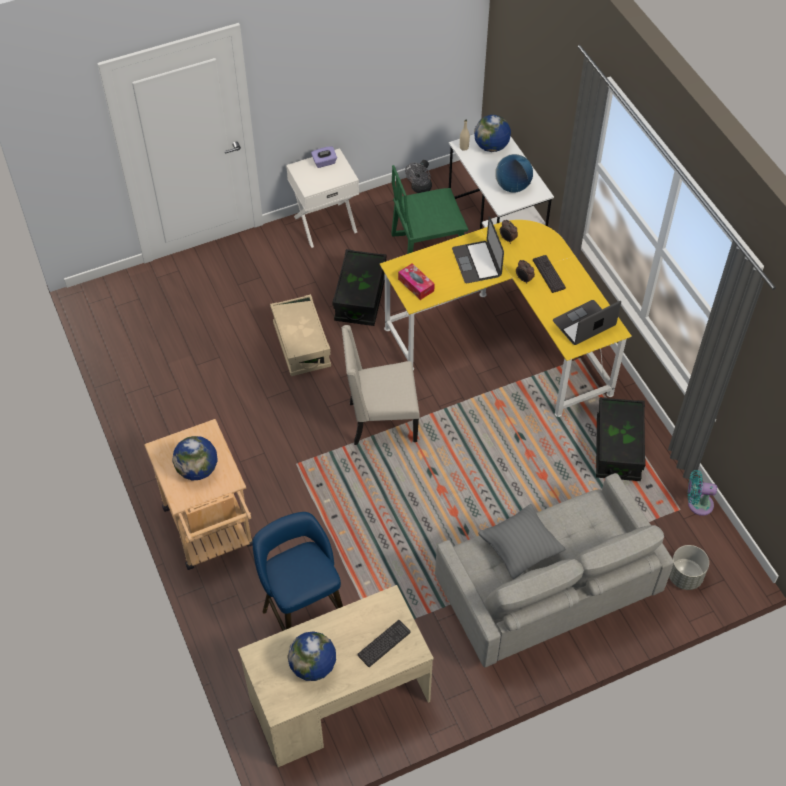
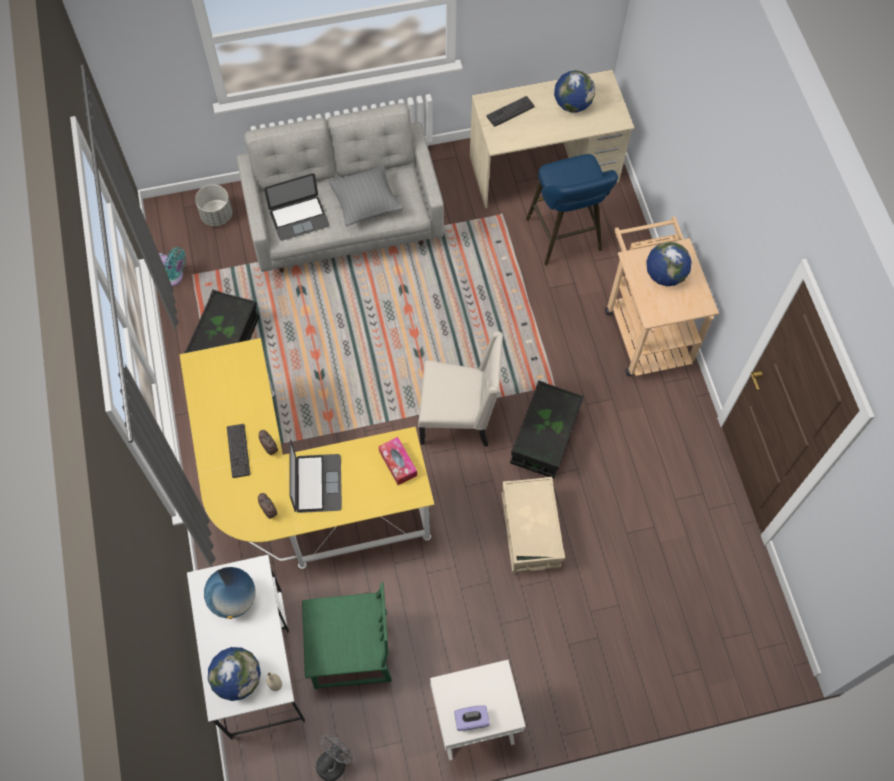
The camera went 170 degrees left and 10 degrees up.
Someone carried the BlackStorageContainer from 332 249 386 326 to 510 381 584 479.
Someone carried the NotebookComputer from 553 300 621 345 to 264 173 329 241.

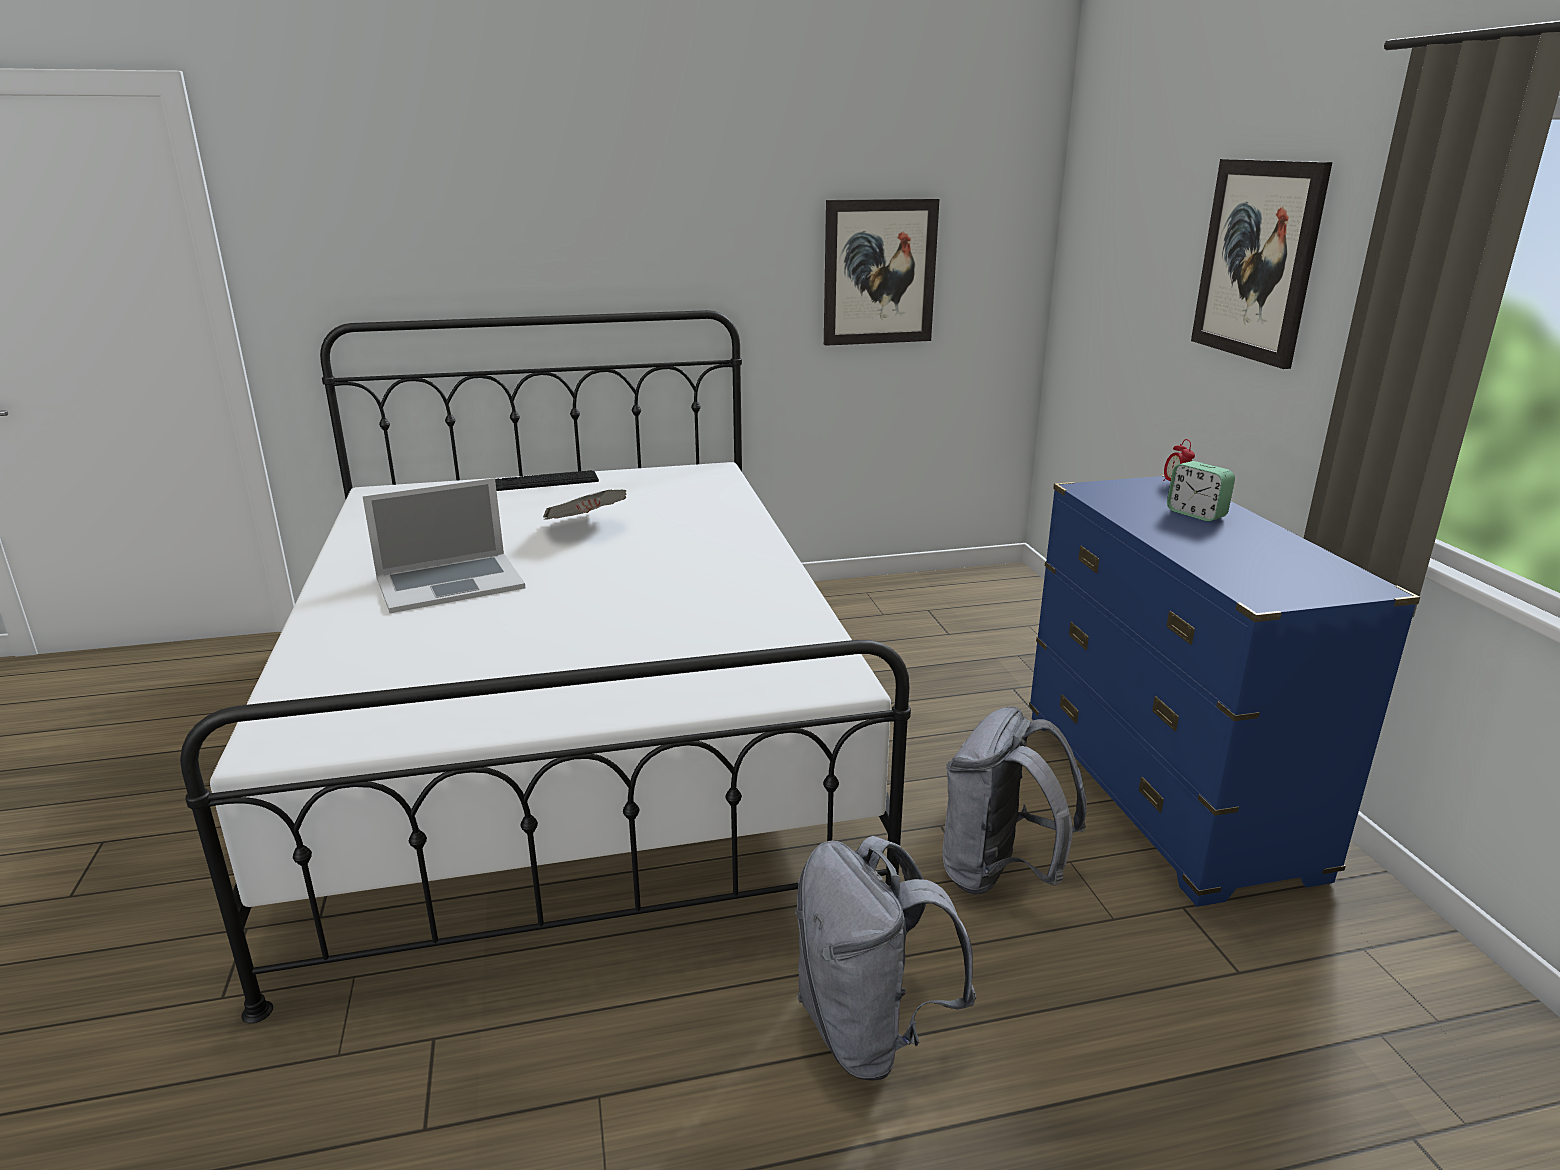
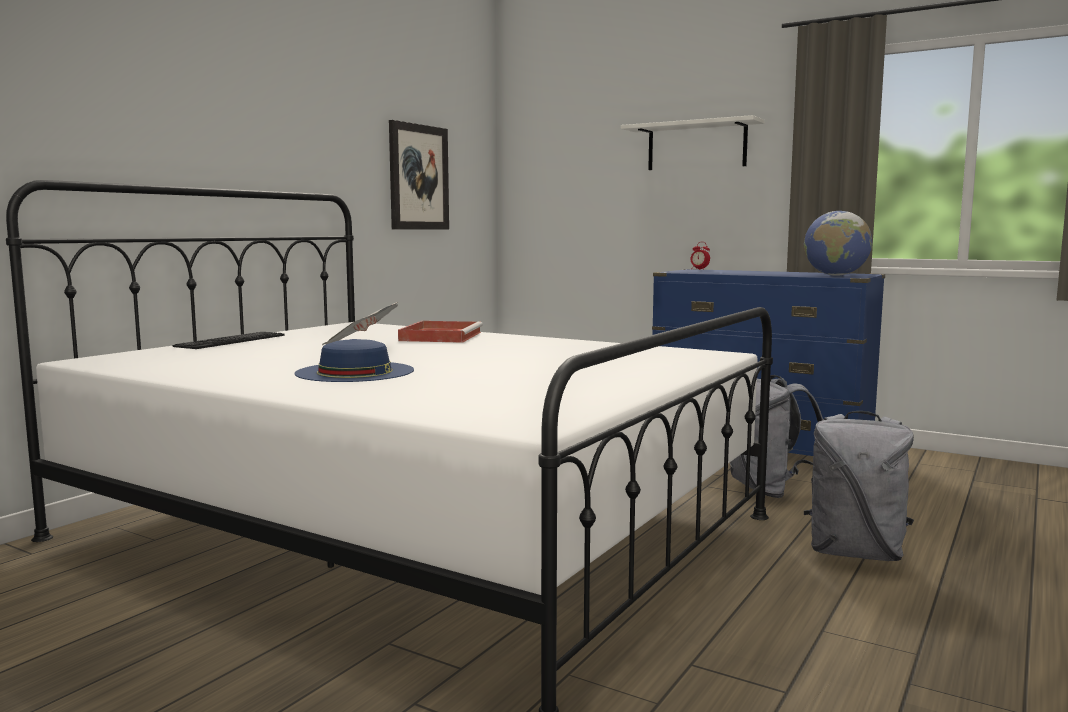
The camera went 45 degrees left and 15 degrees down.
Someone swapped the NotebookComputer at 362 478 525 613 for the BlueColouredHat at 294 339 414 382.
Someone took away the TableClock at 1167 461 1235 521.
Someone swapped the WallArt at 1191 159 1333 369 for the WhiteShelf at 620 115 765 170.
Someone put down the RedColouredServingTray at 398 321 483 343.
Someone put down the DeskGlobe at 804 211 873 276.

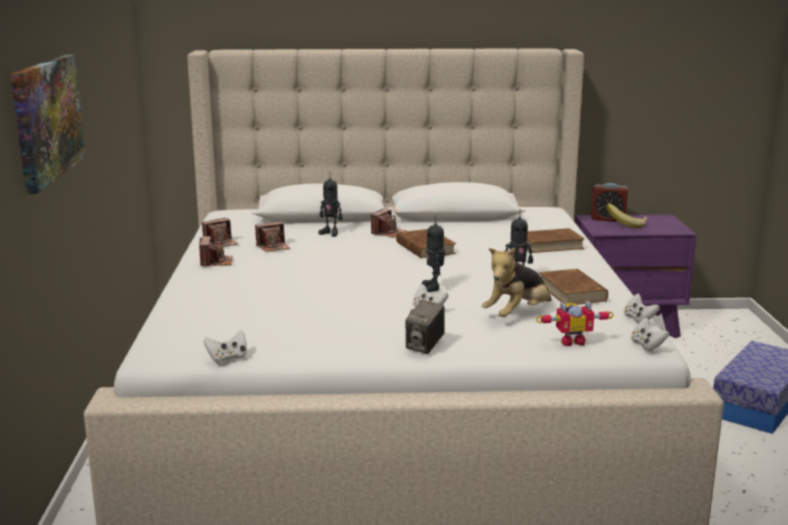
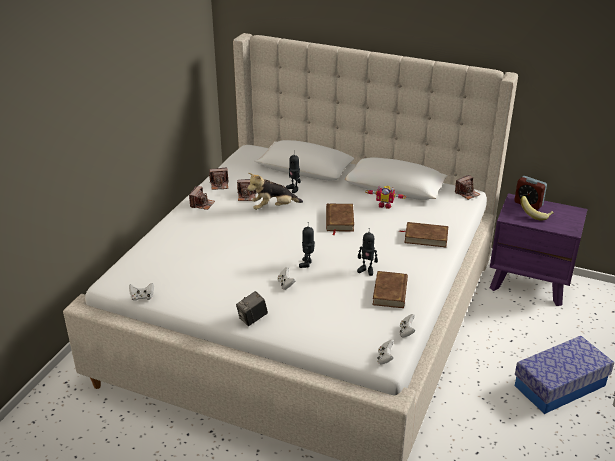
The camera went 25 degrees right and 15 degrees up.
Someone took away the WallArt at 11 54 86 194.
Someone carried the StillCamera from 371 209 407 237 to 455 175 481 200.
Someone carried the PlushToy from 482 247 551 317 to 247 173 303 210.
Someone carried the RobotFigure from 536 301 614 346 to 366 185 406 209.

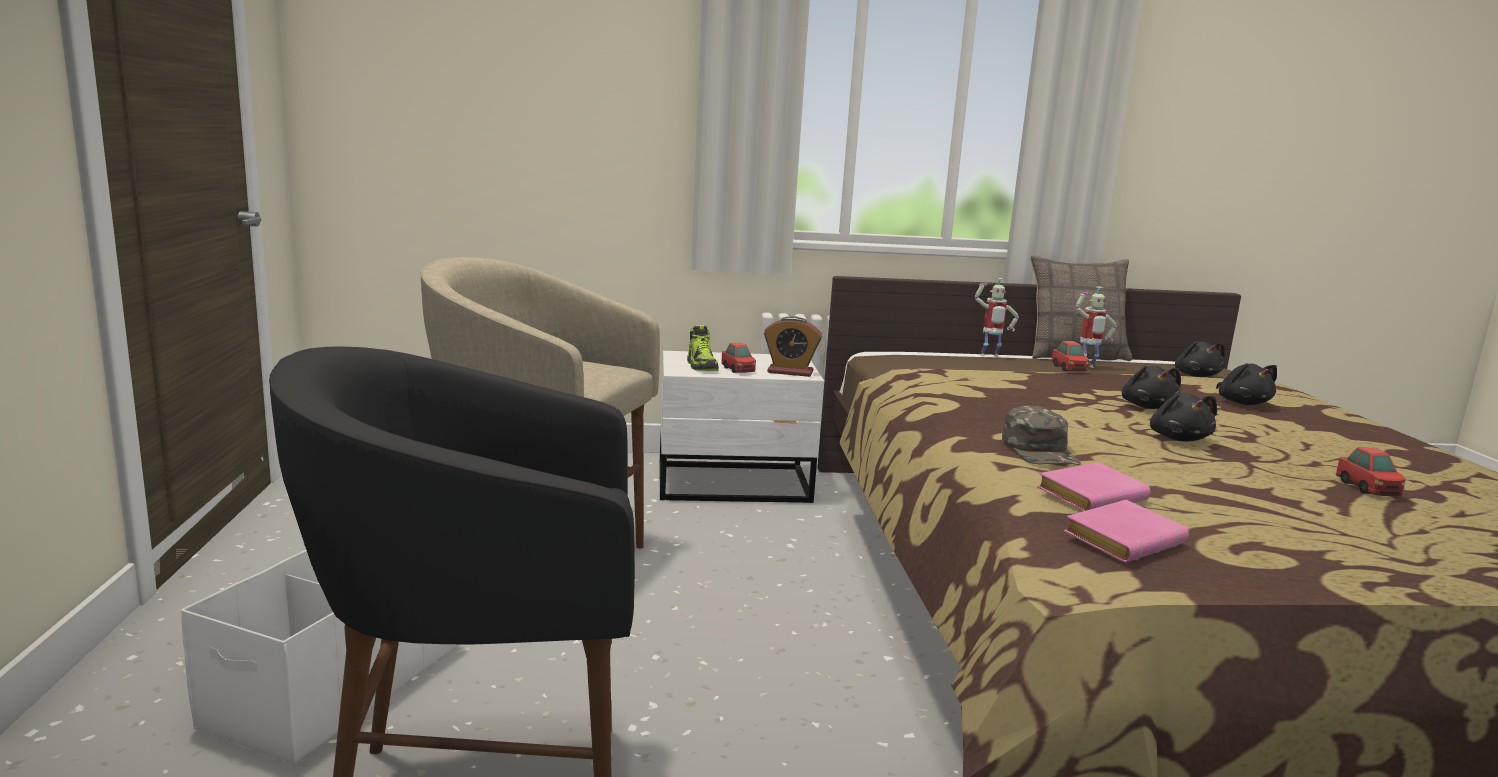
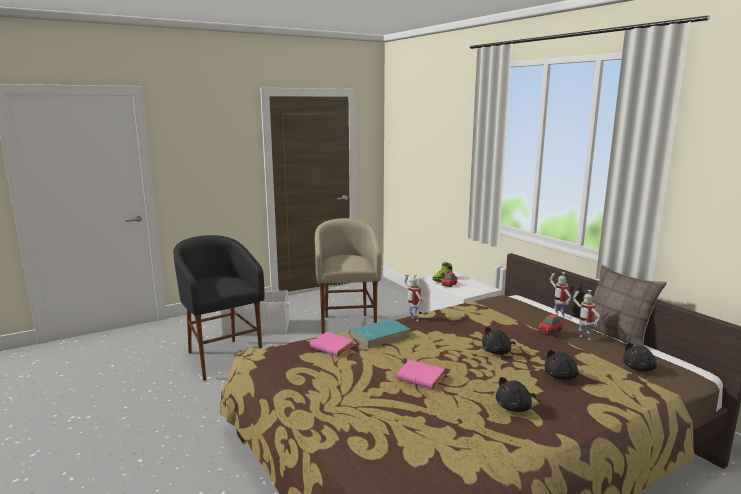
The camera went 65 degrees right and 0 degrees up.
Someone took away the TableClock at 764 316 822 377.
Someone swapped the GreenishCap at 1002 405 1081 465 for the TurquoiseVolume at 349 319 411 349.
Someone carried the PinkishVolume from 1064 500 1189 563 to 396 360 445 389.
Someone carried the BlackPlushToy from 1150 393 1217 442 to 496 377 536 412.
Someone took away the ToyCar at 1336 447 1406 496.
Someone put down the RobotFigure at 404 274 422 321.

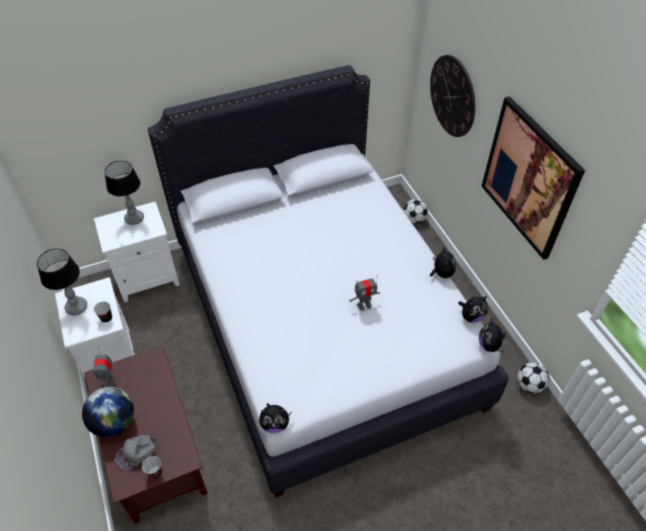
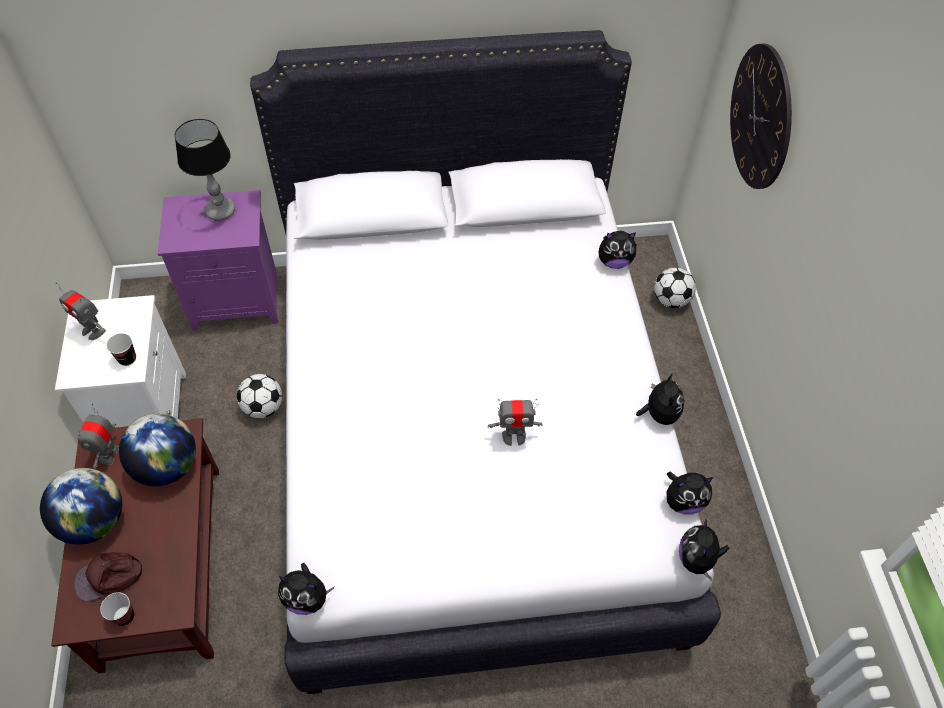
The camera went 15 degrees right and 5 degrees up.
Someone swapped the LampForATable at 37 248 87 315 for the RobotFigure at 56 282 106 340.
Someone repainted the WhiteNightstand at 94 201 180 302, which became the PurpleNightstand at 158 190 279 331.
Someone repainted the GrayCap at 115 435 157 471, which became the BrownishCap at 74 552 142 602.
Someone took away the WallArt at 482 96 585 260.
Someone carried the FootballBall from 517 362 549 393 to 237 374 282 418.
Someone put down the DeskGlobe at 119 413 196 486.
Someone put down the PlushToy at 599 231 637 269.

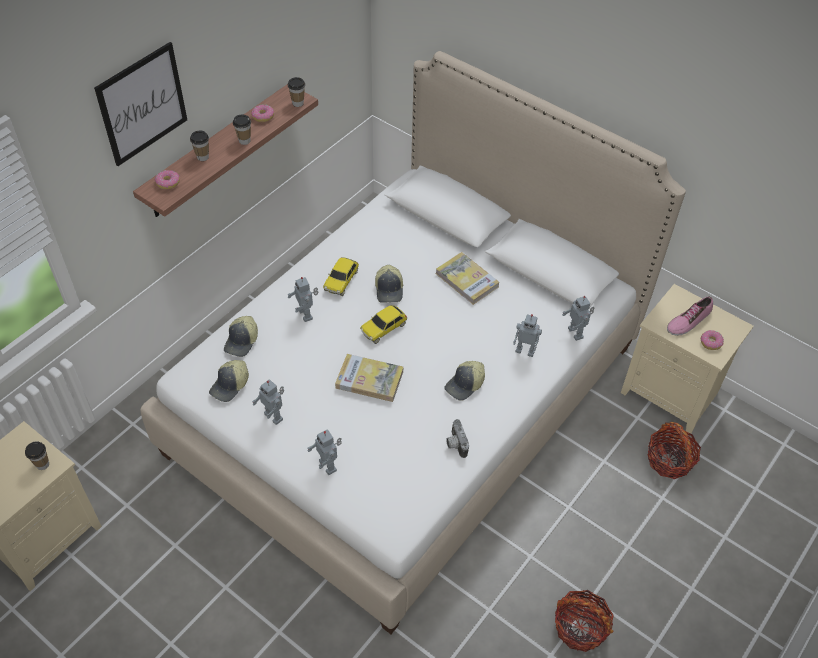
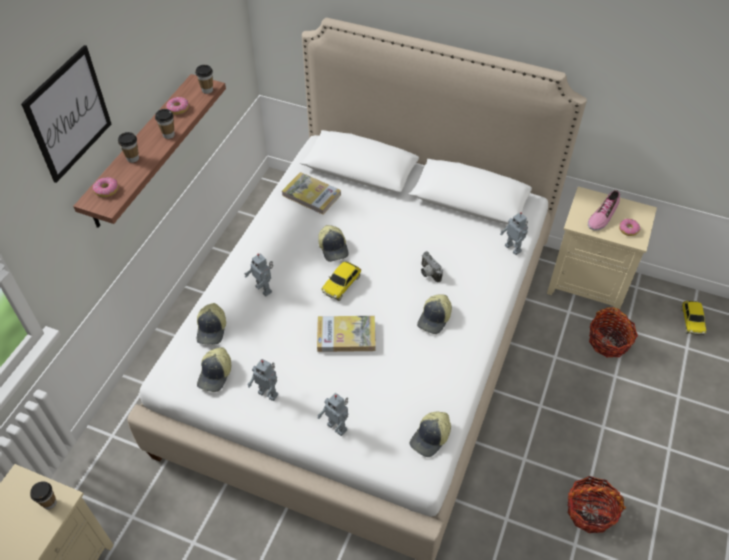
The camera went 15 degrees left and 0 degrees up.
Someone carried the ToyCar from 323 257 359 296 to 681 301 706 335.
Someone carried the Volume from 436 252 499 305 to 282 172 341 215.
Someone carried the StillCamera from 446 419 469 458 to 421 251 443 282.
Someone took away the RobotFigure at 513 314 542 357.
Someone put down the Cap at 410 412 451 457.

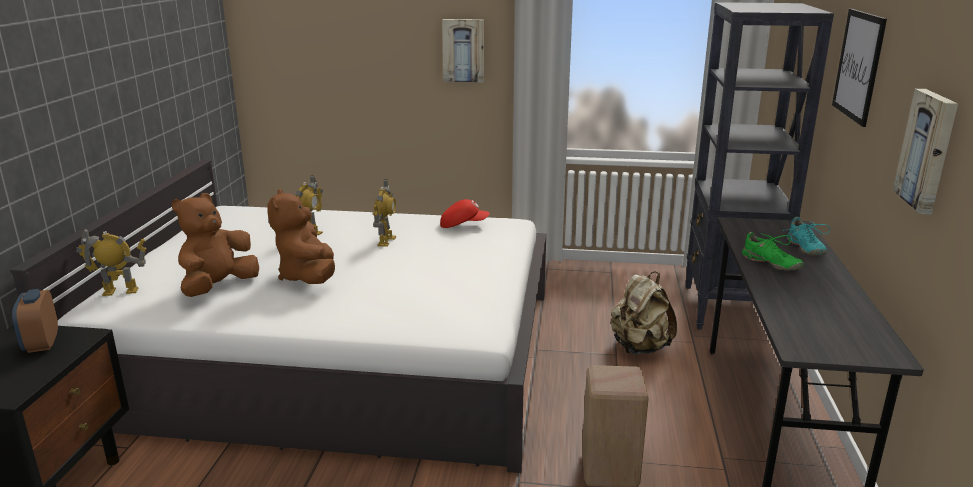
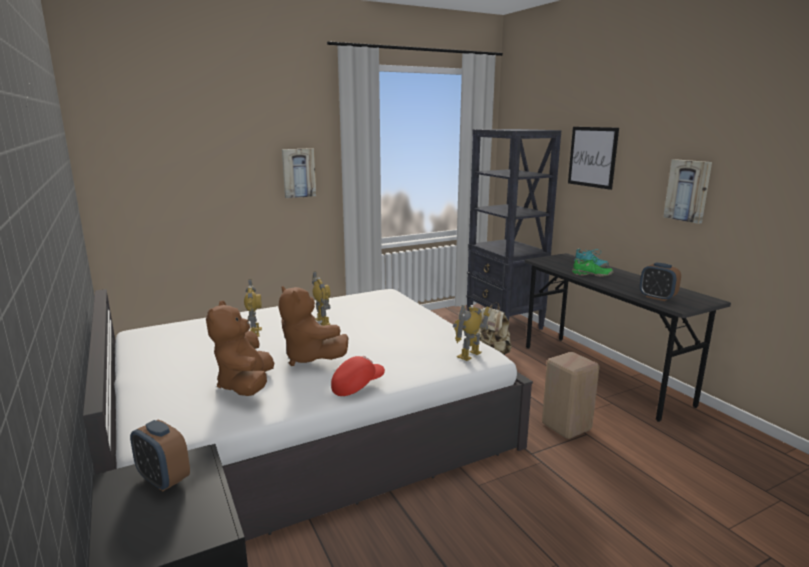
The camera went 35 degrees left and 5 degrees down.
Someone carried the RobotFigure from 76 228 147 296 to 453 305 490 361.
Someone carried the RedColouredCap from 440 199 490 228 to 331 356 385 396.
Someone put down the TableClock at 640 262 681 301.

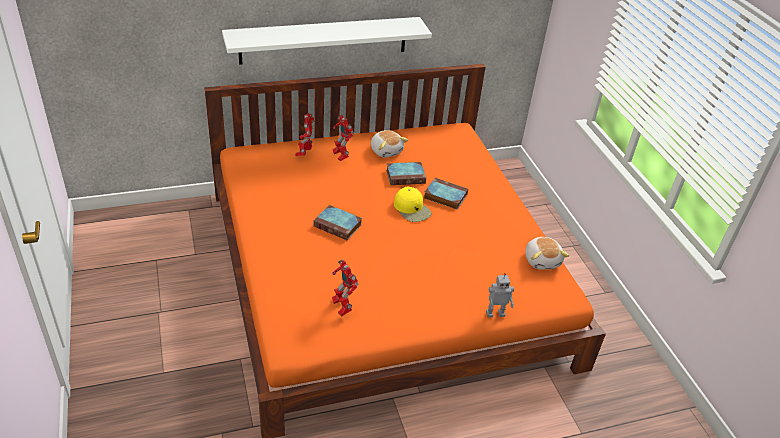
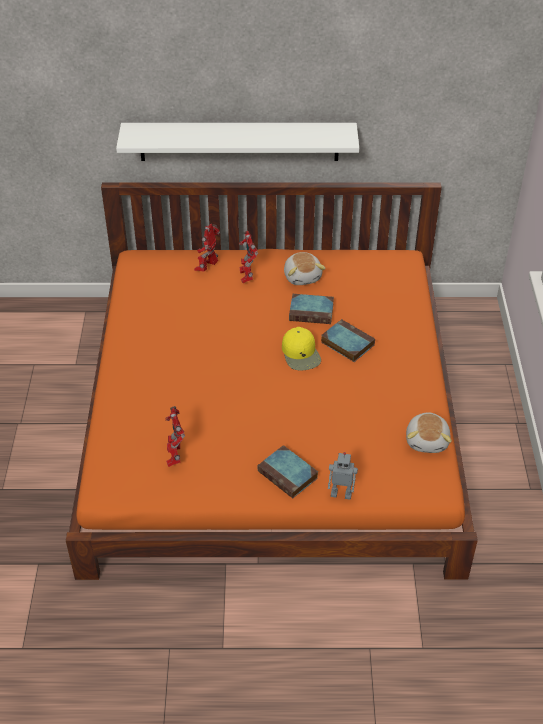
The camera went 20 degrees right and 5 degrees up.
Someone carried the Volume from 314 205 362 240 to 257 445 318 498.

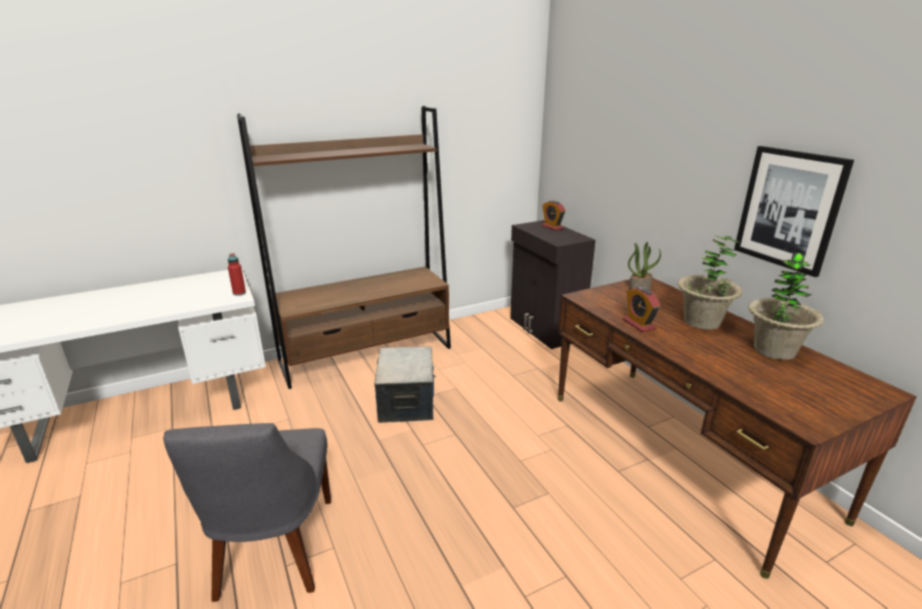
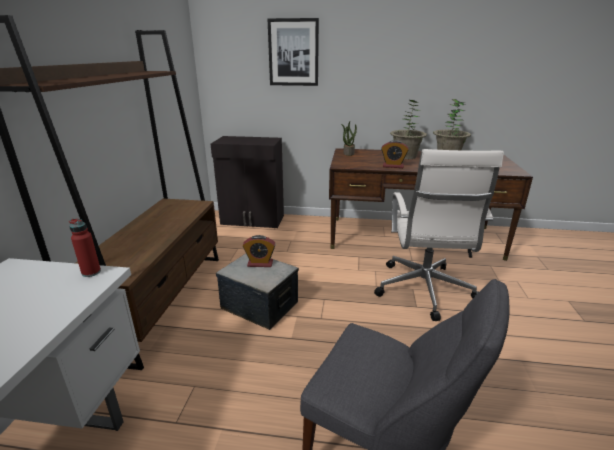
The camera went 55 degrees left and 0 degrees up.
Someone carried the TableClock from 541 200 566 231 to 243 235 276 267.
Someone carried the WallArt from 734 146 854 277 to 268 18 319 86.
Someone put down the WhiteOfficeChair at 374 149 504 321.

